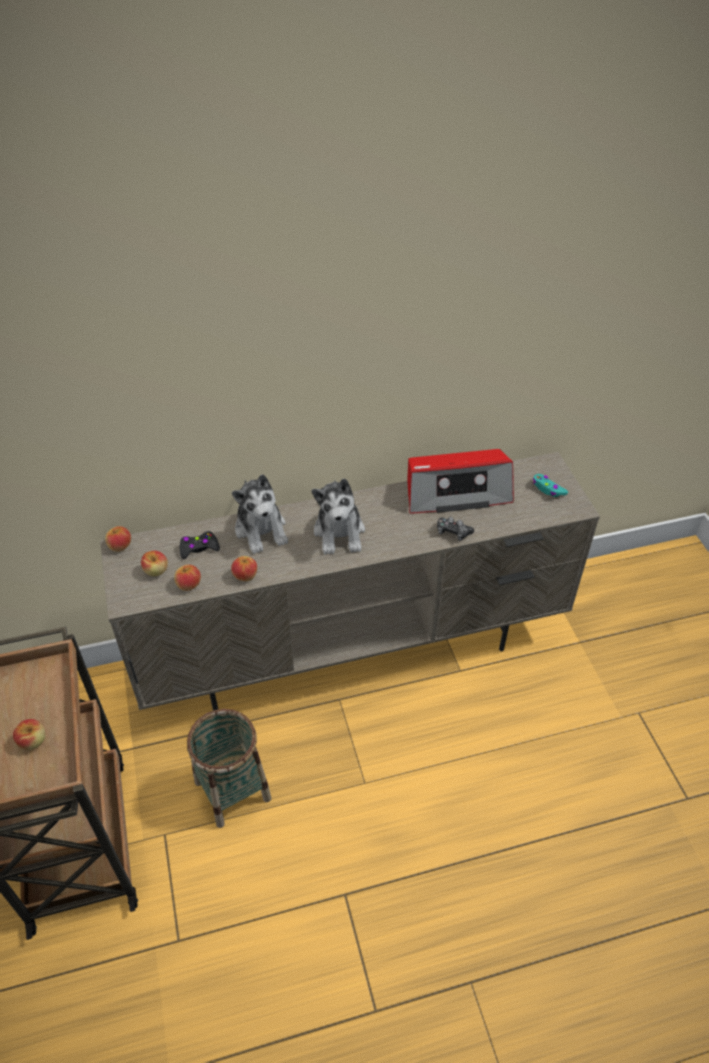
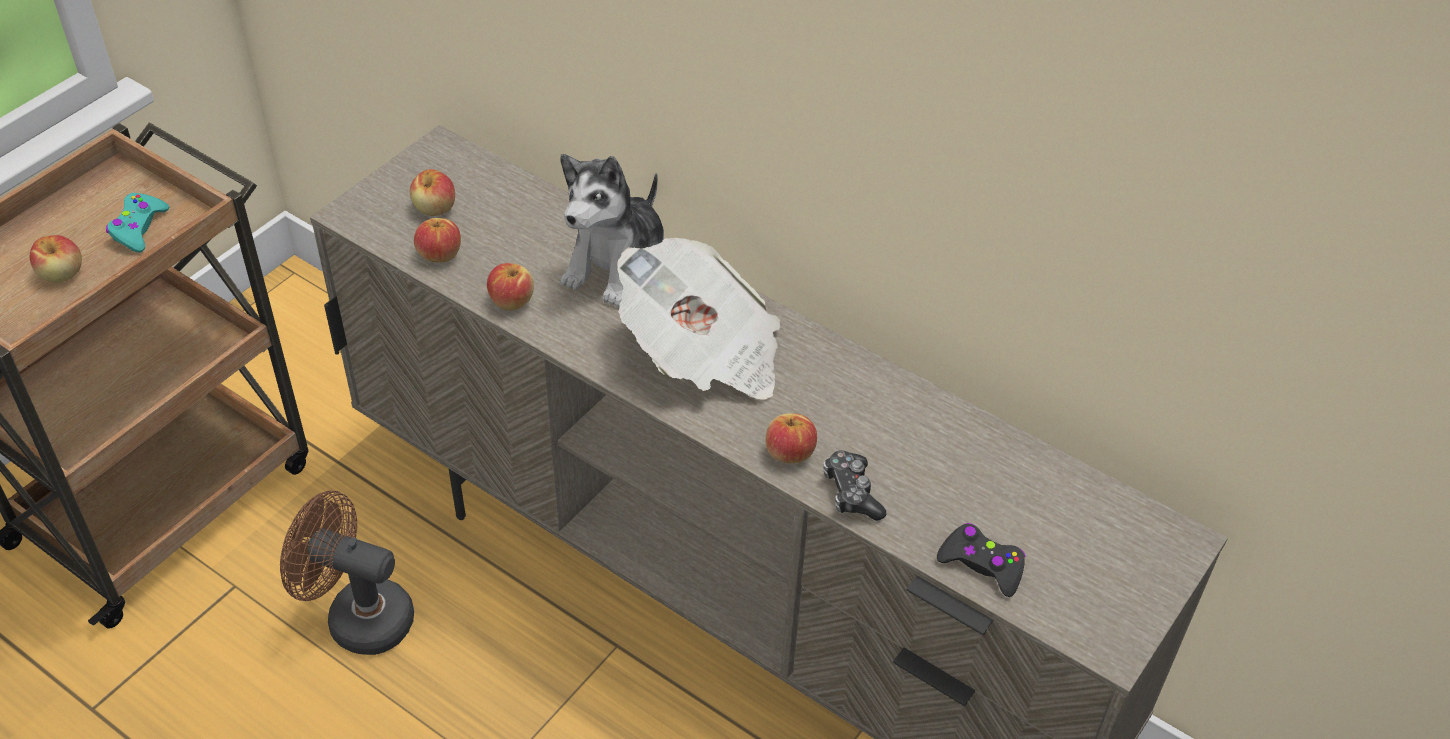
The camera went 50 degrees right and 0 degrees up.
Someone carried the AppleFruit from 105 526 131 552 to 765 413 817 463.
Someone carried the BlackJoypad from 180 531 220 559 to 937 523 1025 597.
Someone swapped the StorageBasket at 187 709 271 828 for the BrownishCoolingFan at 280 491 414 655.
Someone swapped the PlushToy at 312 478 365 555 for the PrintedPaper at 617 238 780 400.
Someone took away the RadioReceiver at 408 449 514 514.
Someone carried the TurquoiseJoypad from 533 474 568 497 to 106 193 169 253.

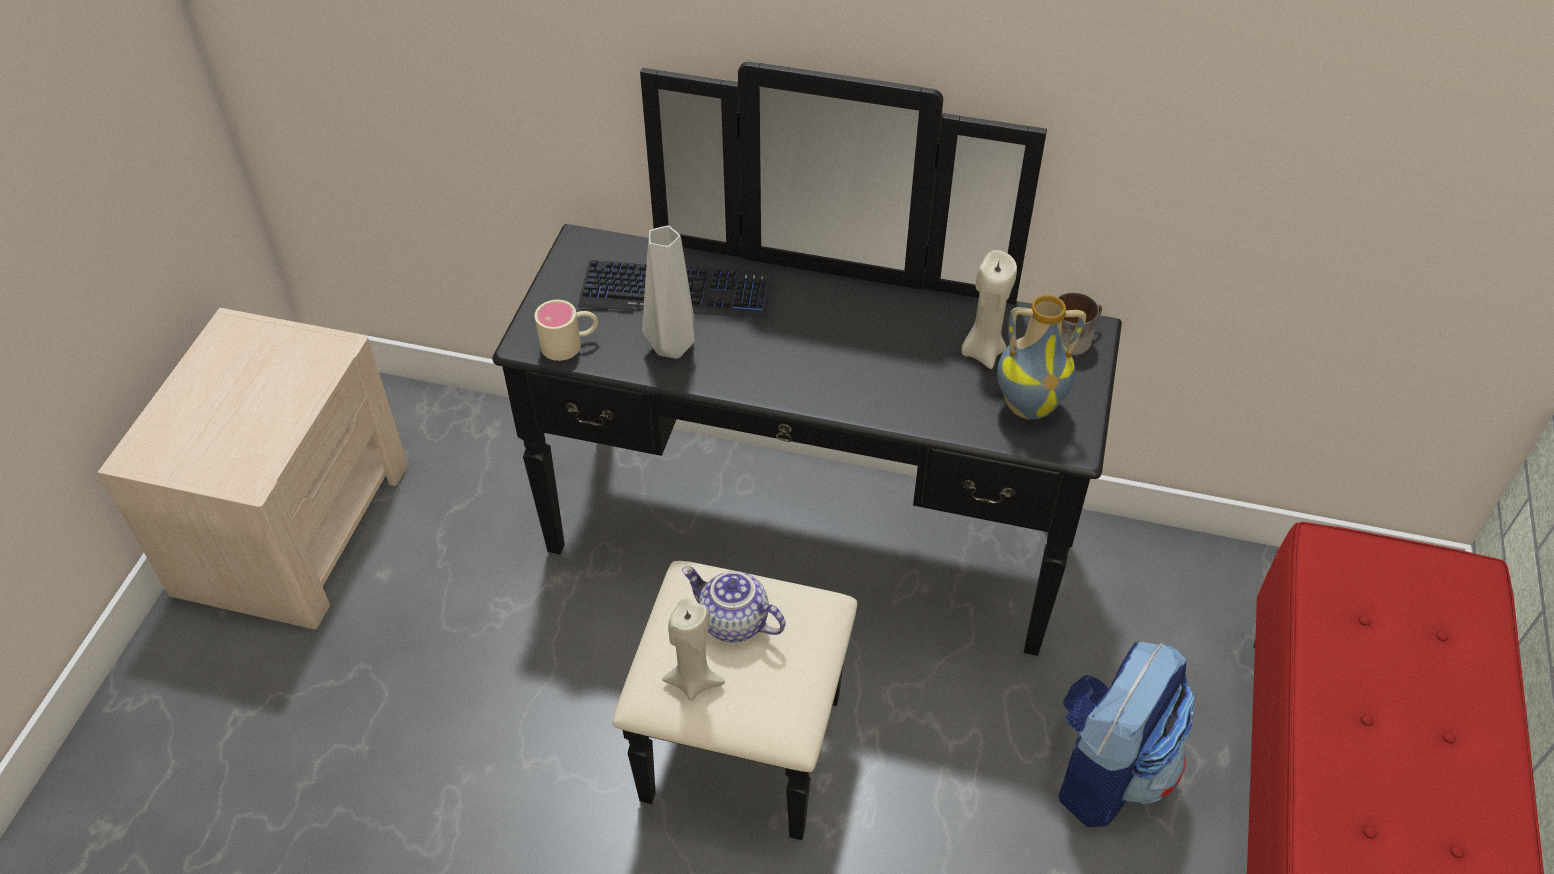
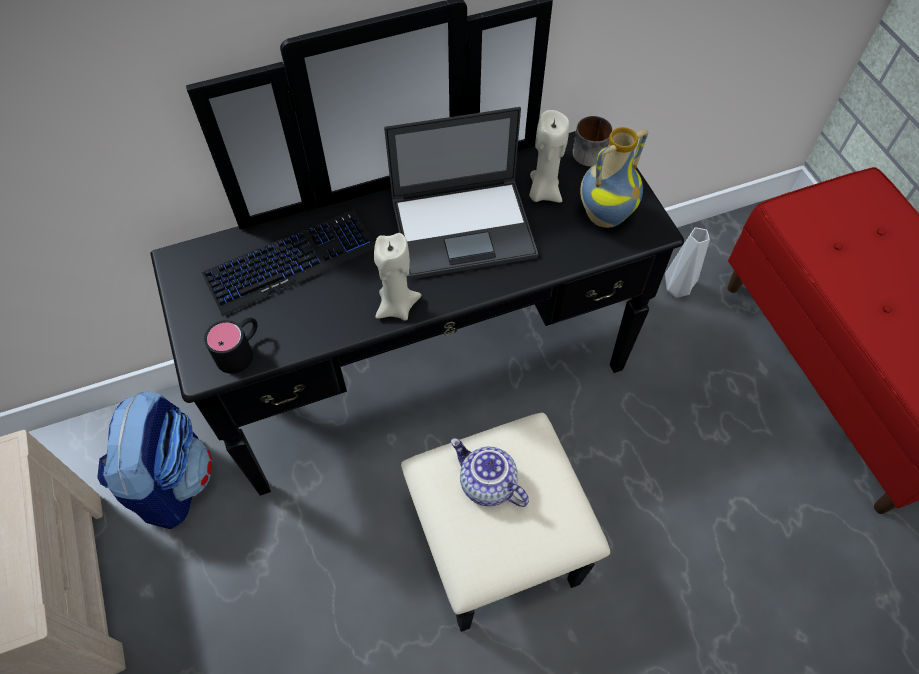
The camera went 35 degrees left and 10 degrees up.
Someone repainted the BeigeCoffeeMug at 535 300 598 361, which became the BlackCoffeeMug at 204 318 258 374.
Someone carried the GrayDecorativeVase from 642 226 695 359 to 665 227 710 298.
Someone carried the BeigeWaxCandle from 662 598 725 701 to 374 233 421 321.
Someone rotated the PotForTea at 682 566 786 642 by 45 degrees clockwise.
Someone carried the Rucksack from 1059 642 1195 827 to 97 392 212 529.
Someone put down the NotebookComputer at 384 107 538 280.

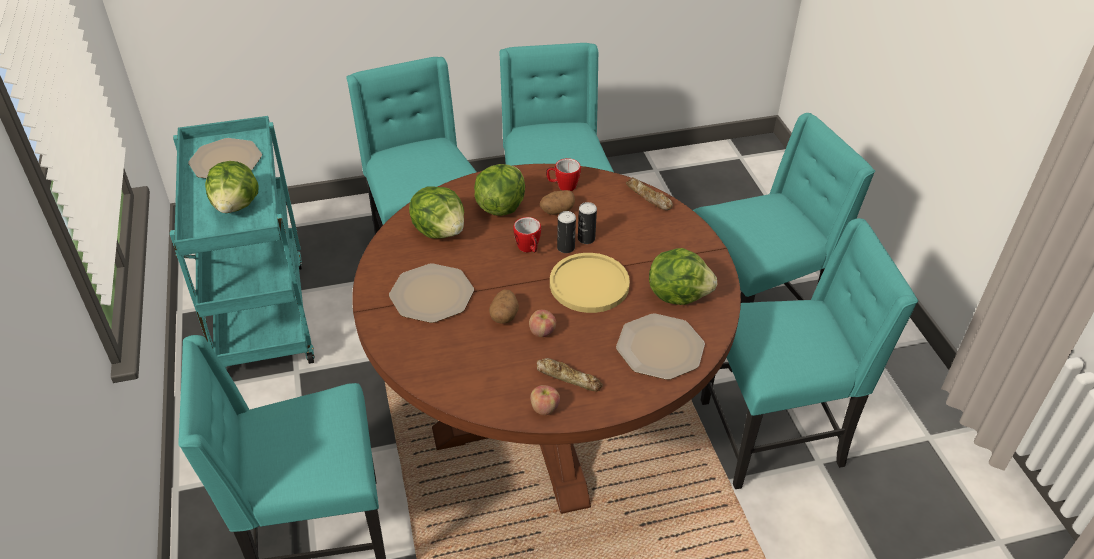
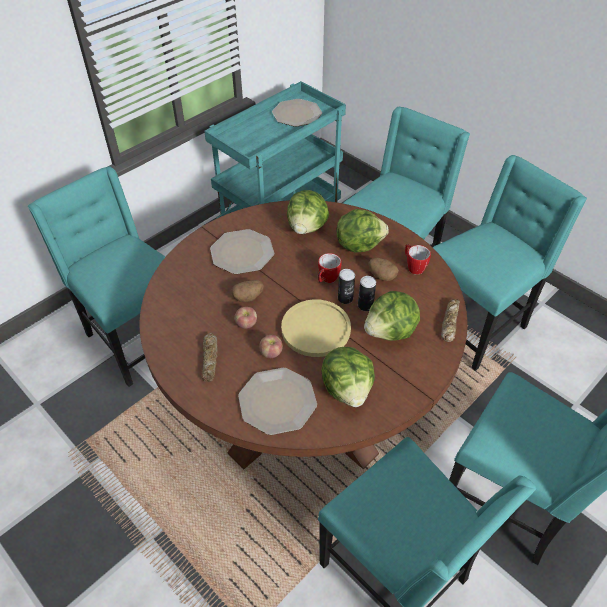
The camera went 60 degrees right and 5 degrees up.
Someone carried the HeadOfLettuce from 205 161 259 213 to 364 291 420 341.
Someone carried the AppleFruit from 530 385 560 415 to 259 335 283 358.

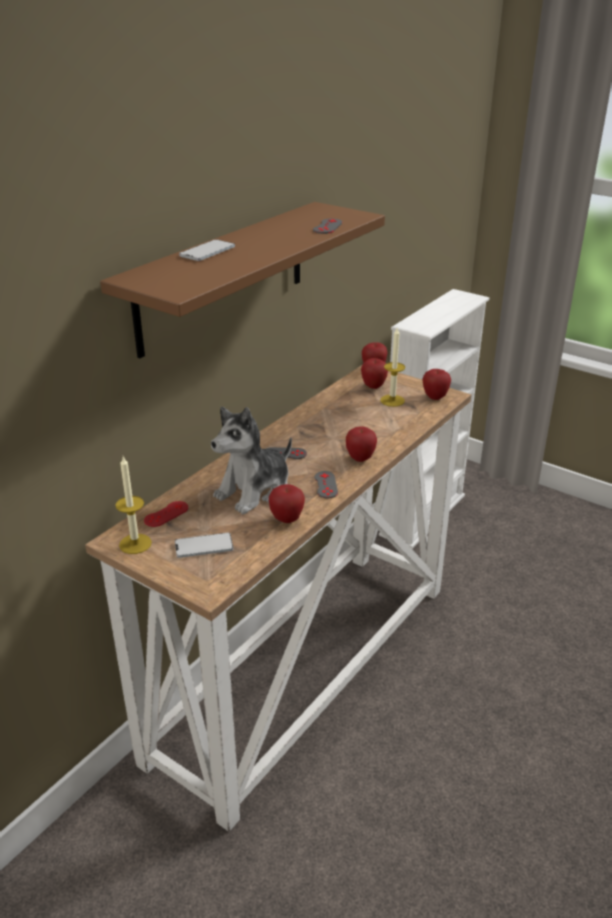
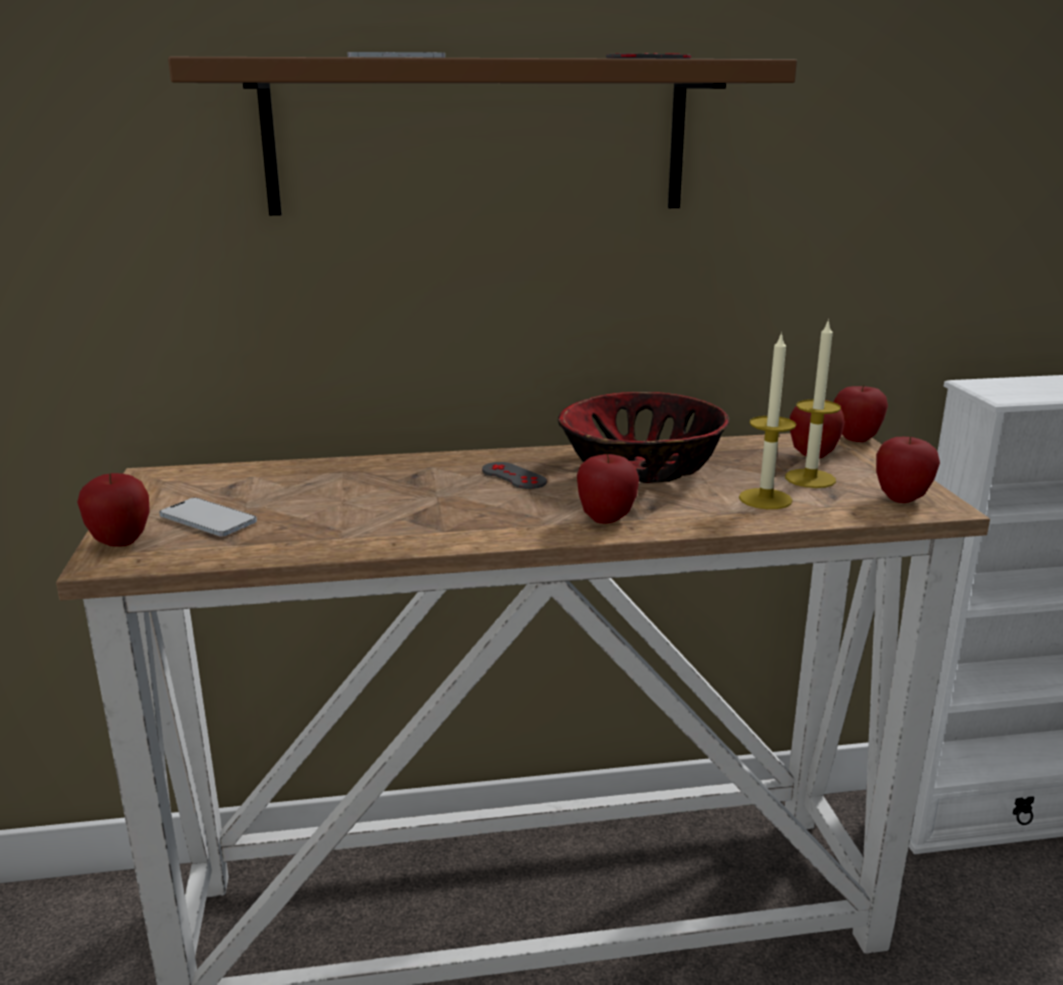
The camera went 45 degrees right and 10 degrees down.
Someone carried the WaxCandle from 115 457 152 554 to 739 332 796 509.
Someone took away the RedColouredJoypad at 144 501 188 527.
Someone took away the PlushToy at 211 407 292 514.
Someone carried the AppleFruit from 269 484 305 523 to 77 473 150 547.
Someone took away the GrayJoypad at 315 471 338 498.
Someone put down the Bowl at 558 392 729 483.

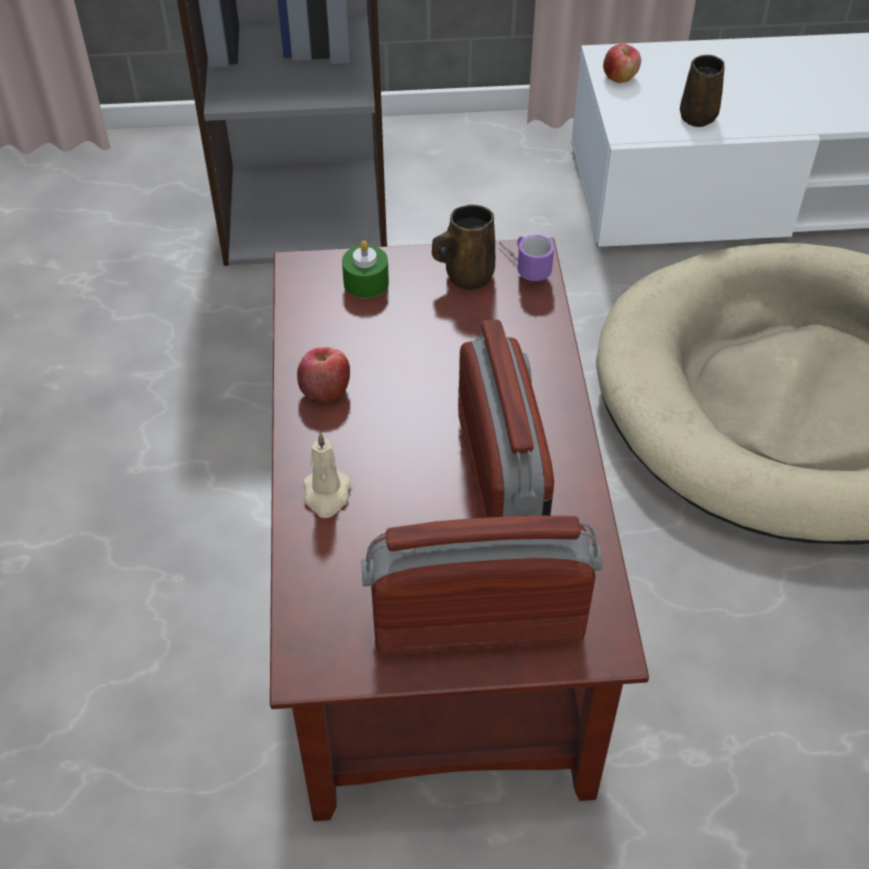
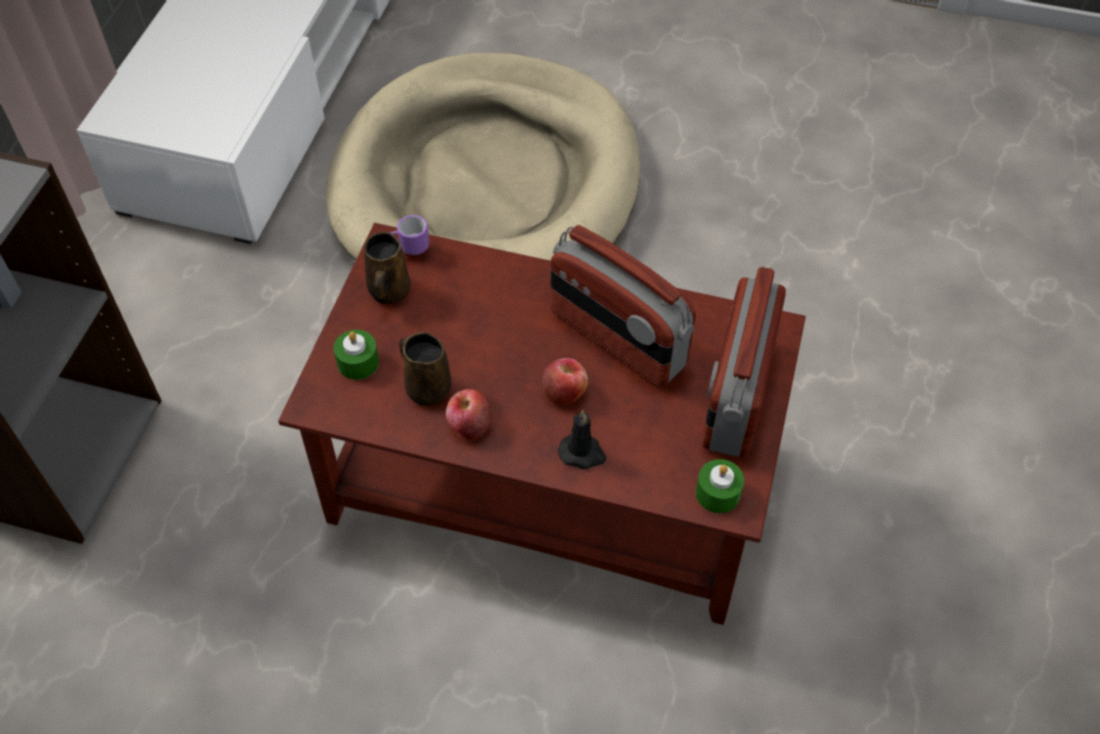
The camera went 70 degrees left and 5 degrees up.
Someone repainted the BeigeWaxCandle at 303 432 351 518, which became the BlackWaxCandle at 558 410 606 469.
Someone rotated the RadioReceiver at 458 319 554 518 by 150 degrees counterclockwise.
Someone carried the AppleFruit from 603 44 641 83 to 542 358 588 405.
Someone carried the BrownishCoffeeMug from 680 55 725 127 to 399 332 451 406.
Someone put down the GreenishWaxCandle at 696 459 744 513.

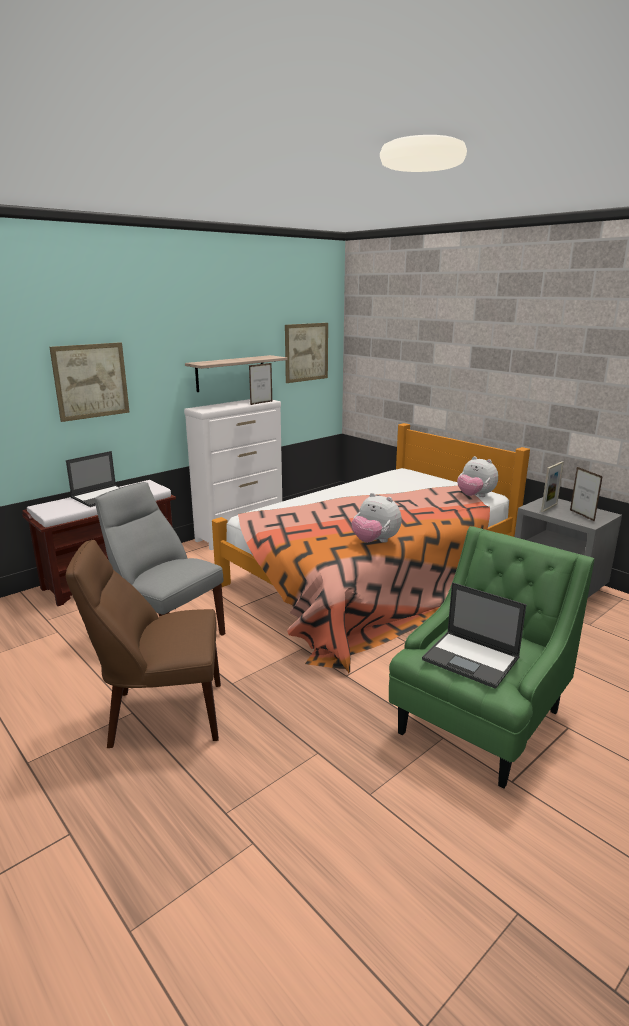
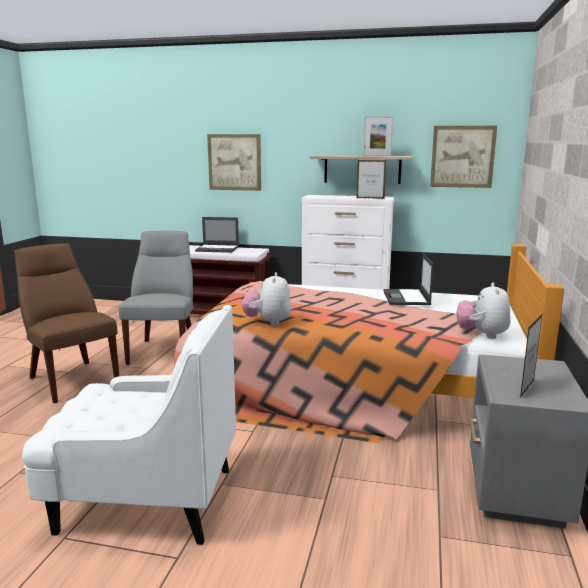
The camera went 55 degrees right and 5 degrees down.
Someone repainted the GreenishEasyChair at 389 526 594 789, which became the WhiteEasyChair at 22 305 236 545.
Someone carried the NotebookComputer from 422 582 526 689 to 383 253 434 305.
Someone carried the StandingFrame from 541 461 564 512 to 364 116 393 156.

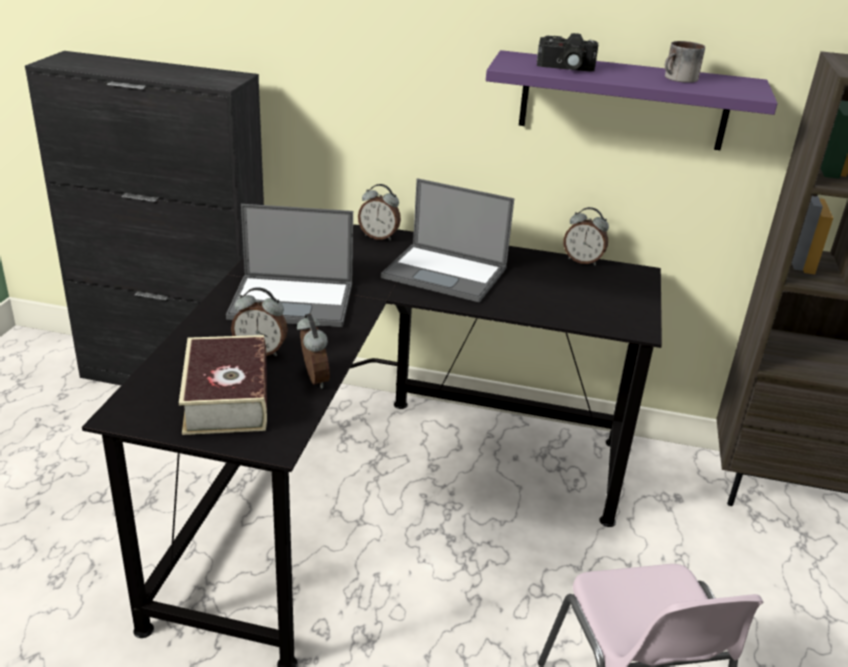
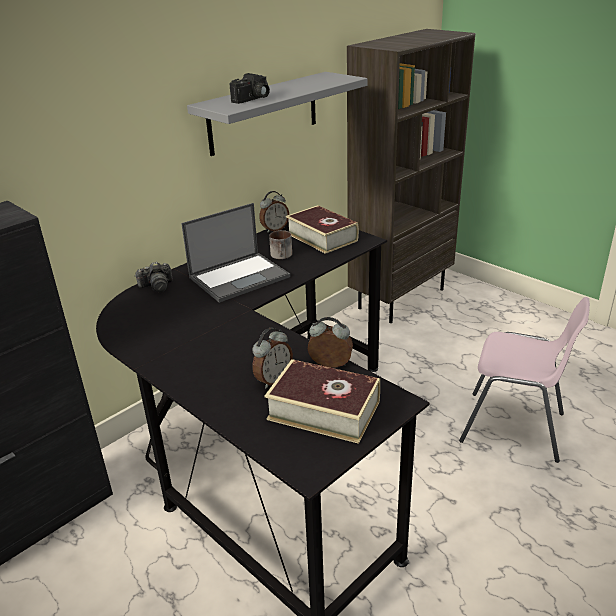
The camera went 55 degrees left and 0 degrees up.
Someone took away the NotebookComputer at 226 204 353 327.
Someone swapped the TableClock at 358 184 401 241 for the StillCamera at 135 262 173 292.
Someone repainted the PurpleShelf at 486 50 778 150, which became the GrayShelf at 187 72 368 156.
Someone carried the CoffeeMug from 665 41 705 83 to 269 230 292 259.
Someone put down the Volume at 286 205 359 254.

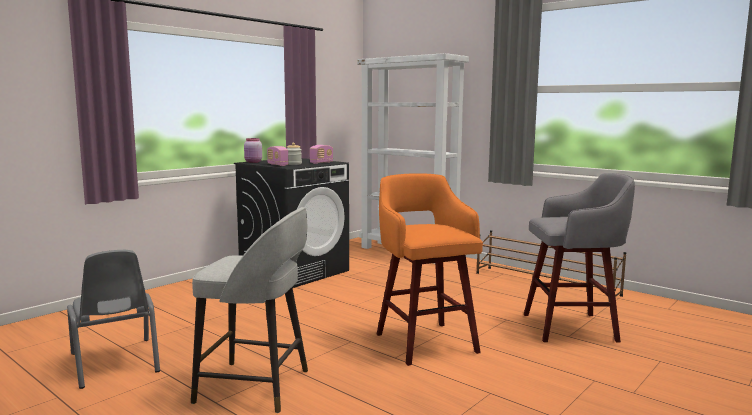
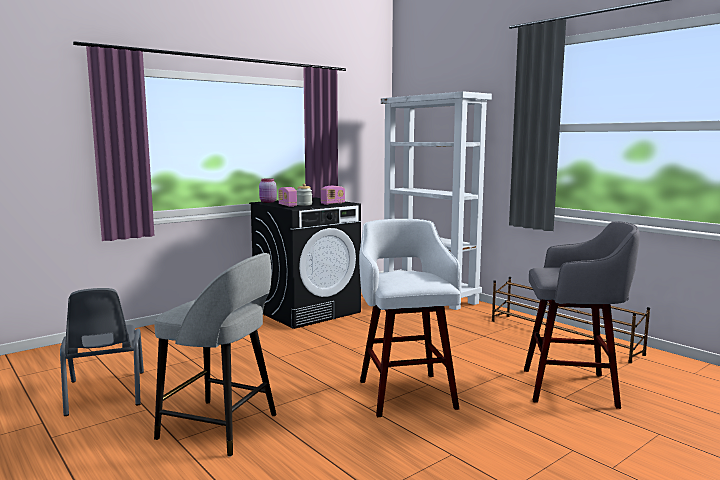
The camera went 10 degrees right and 0 degrees up.
Someone repainted the OrangeyStool at 377 173 483 366, which became the WhiteStool at 359 219 461 417.

